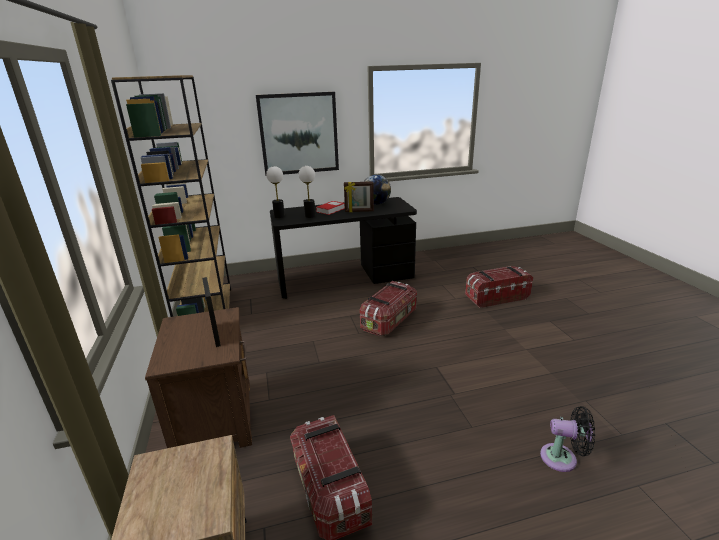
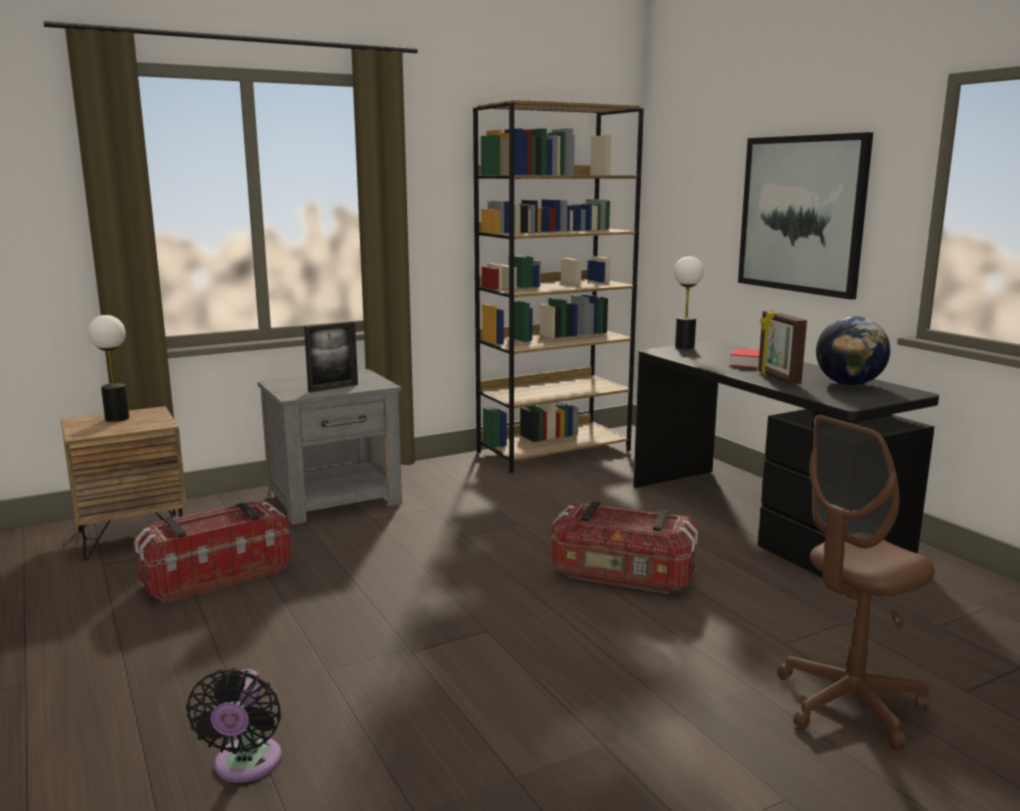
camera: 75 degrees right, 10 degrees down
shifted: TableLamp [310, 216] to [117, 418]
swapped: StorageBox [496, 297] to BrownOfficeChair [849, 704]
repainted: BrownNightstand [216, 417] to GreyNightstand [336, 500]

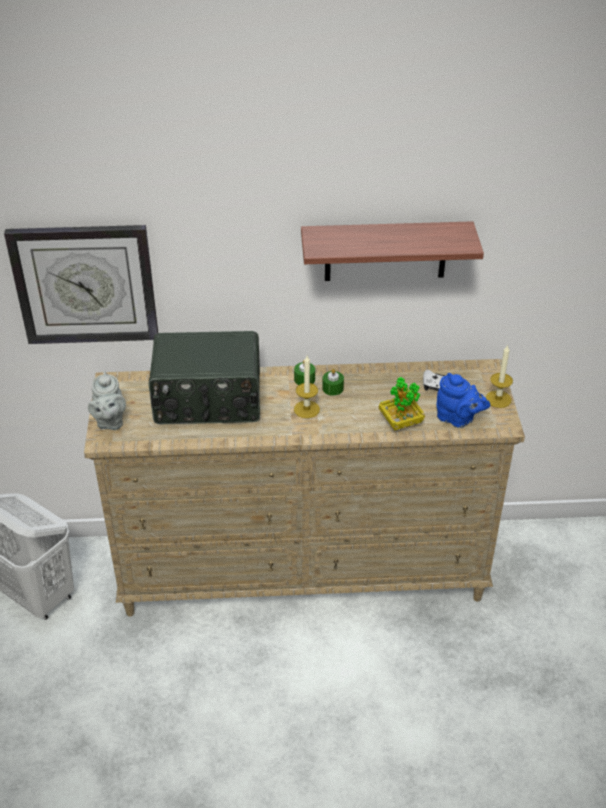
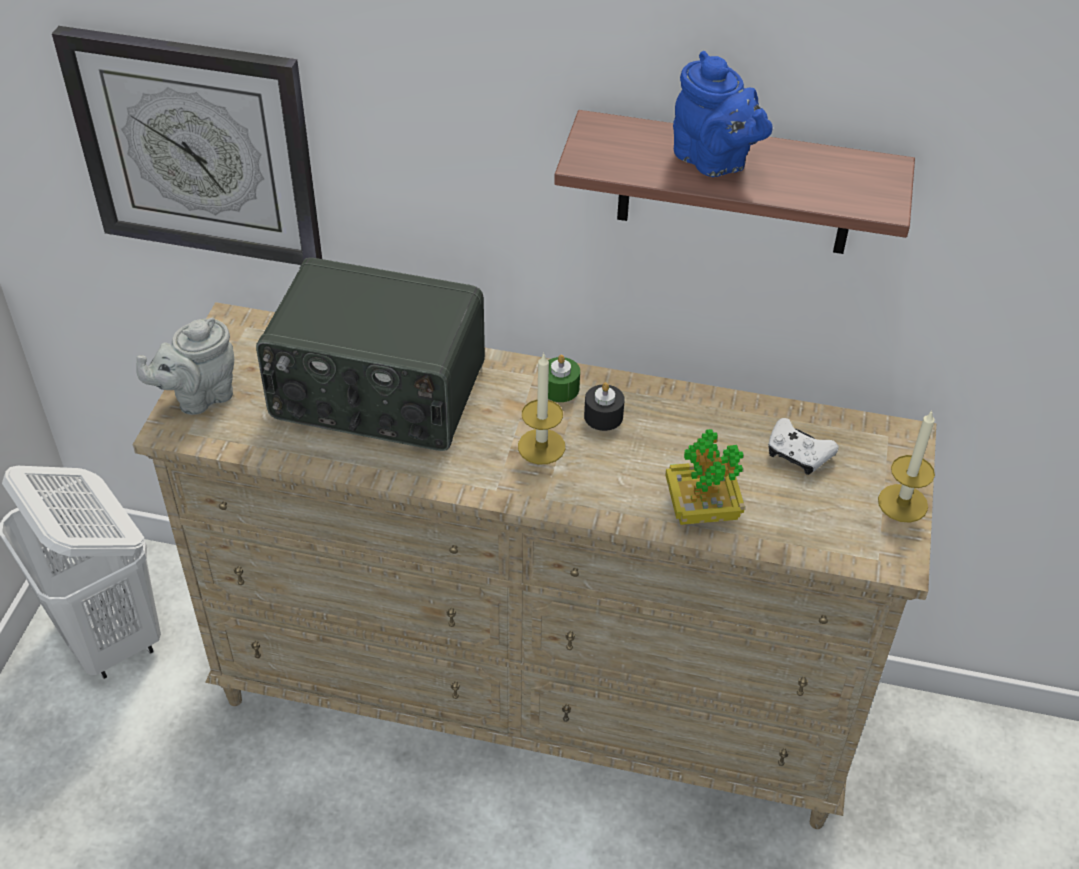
camera: 15 degrees right, 5 degrees up
shifted: BlueTeapot [458, 419] to [714, 162]
repainted: GreenCandle [333, 388] to BlackCandle [603, 416]
rotated: GreyTeapot [110, 421] = [199, 396] 45 degrees clockwise

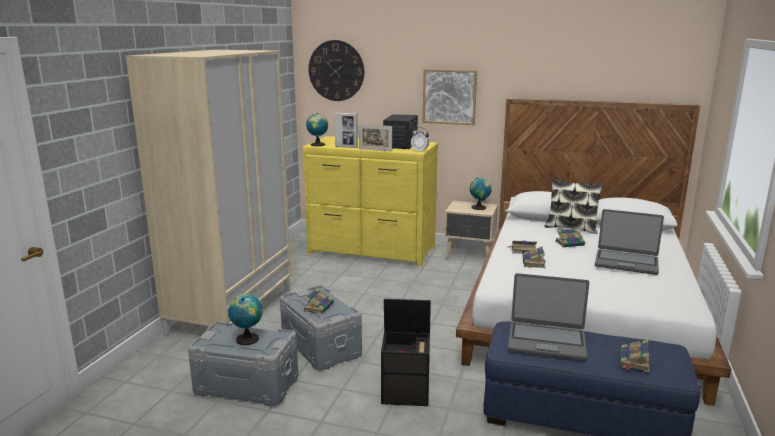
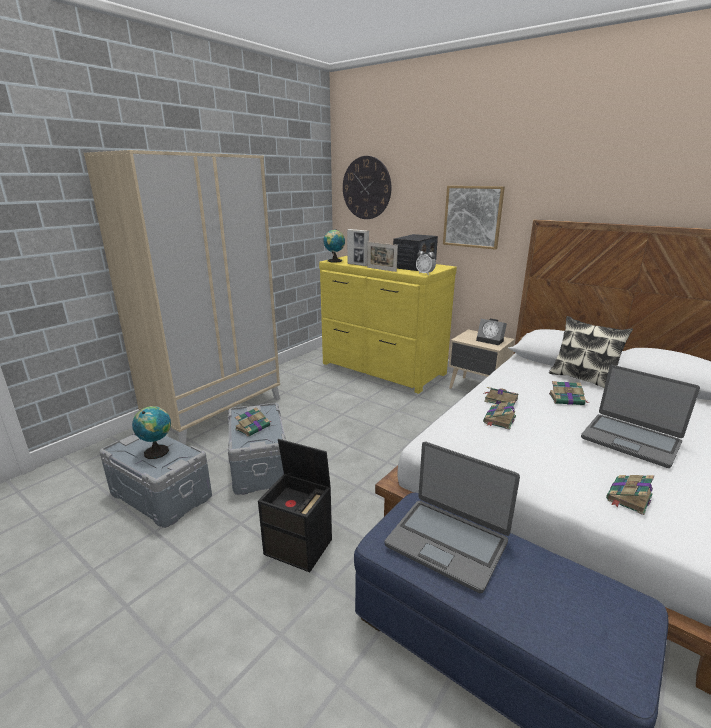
camera: 20 degrees right, 5 degrees up
shifted: Book [634, 362] to [628, 498]
swapped: Globe [480, 208] to AlarmClock [491, 340]

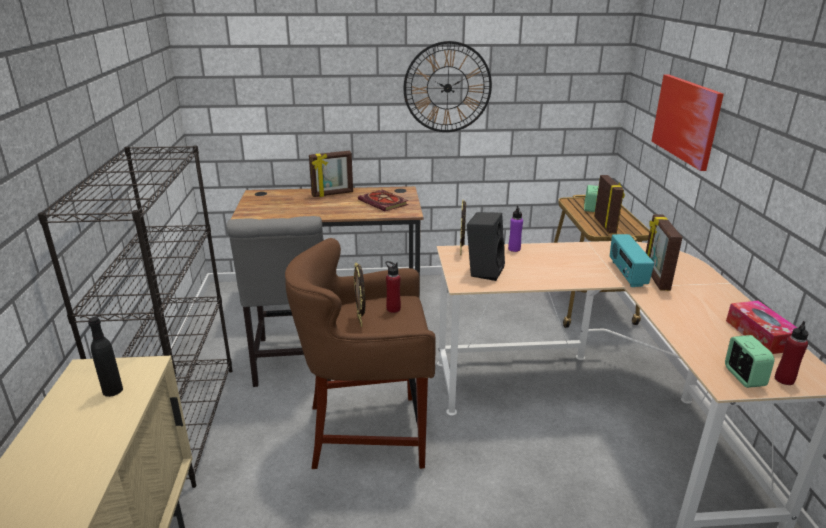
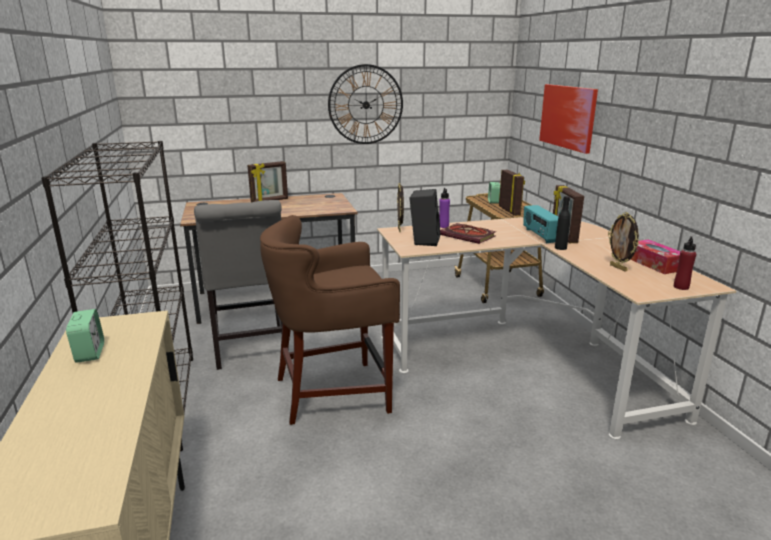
camera: 10 degrees left, 5 degrees down
gone: RedBottle [393, 309]
shifted: BlackBottle [112, 390] to [560, 248]; PictureFrame [360, 321] to [619, 268]; Book [384, 203] to [468, 236]; AlarmClock [743, 377] to [89, 353]

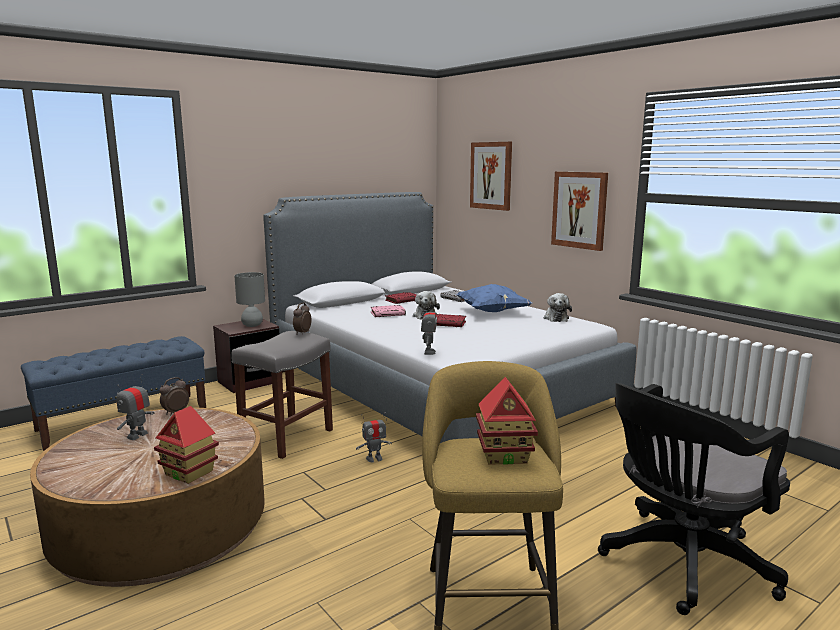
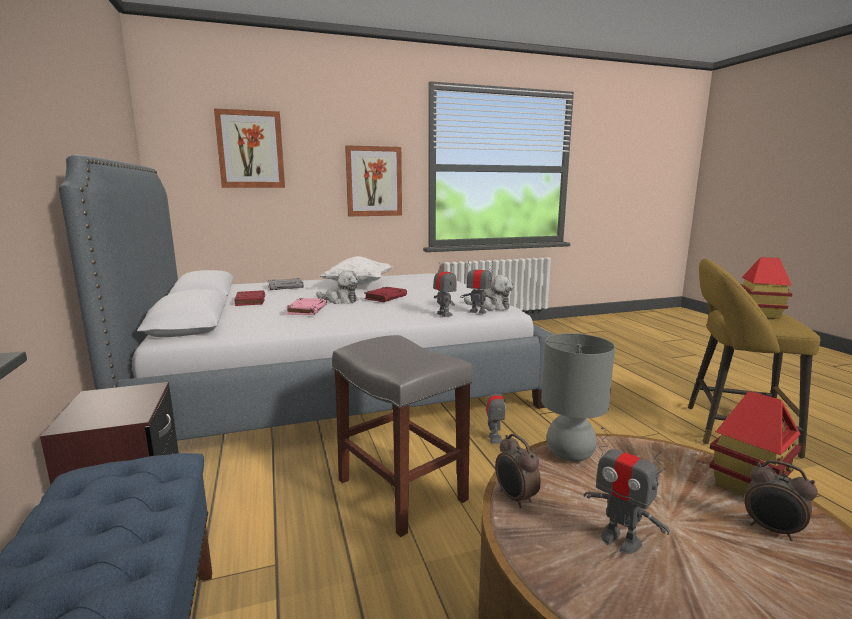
camera: 70 degrees left, 0 degrees up
gone: BlackOfficeChair [681, 564]
new: ToyRobot [444, 314]
shifted: GreyTableLamp [252, 325] to [570, 454]; AlarmClock [302, 333] to [772, 530]; PlushToy [556, 318] to [491, 306]
repainted: BluePillow [492, 312] to WhitePillow [358, 285]

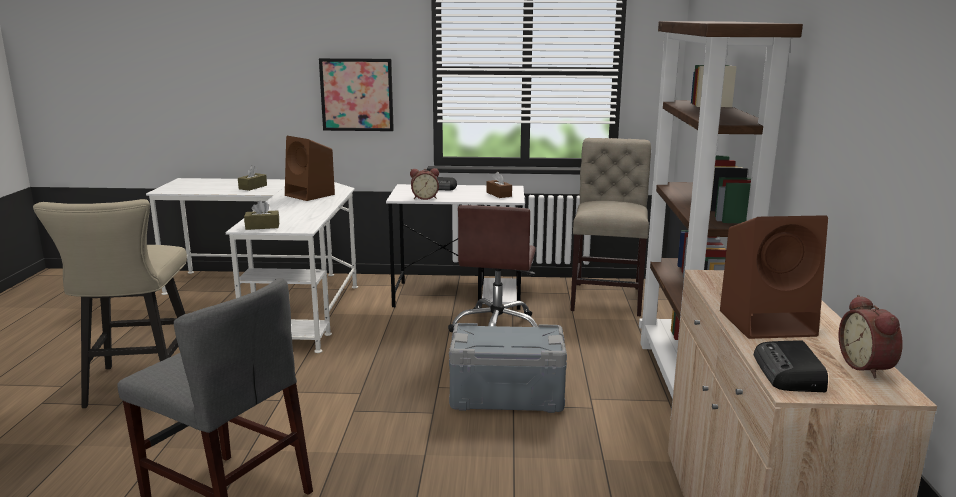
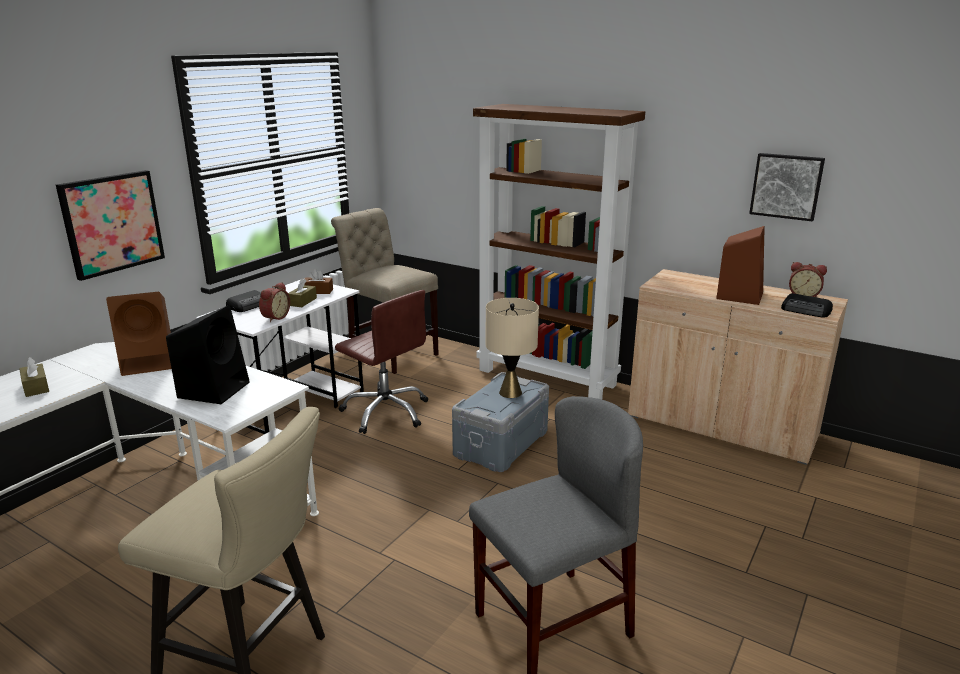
camera: 60 degrees left, 5 degrees up
new: BlackSpeaker [214, 389]; BeigeTableLamp [510, 392]; Picture [786, 186]
shifted: BrownTissueBox [262, 226] to [302, 302]

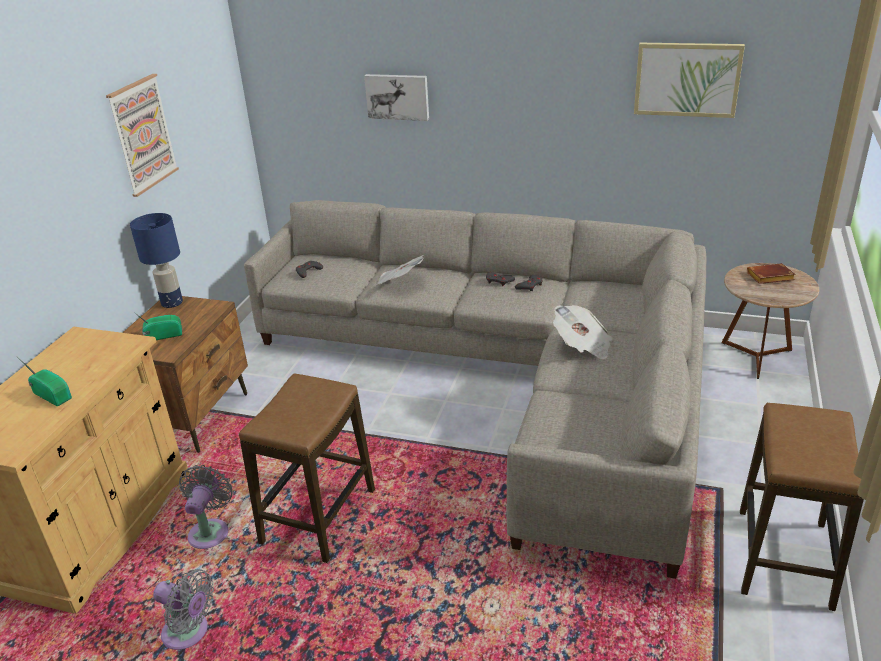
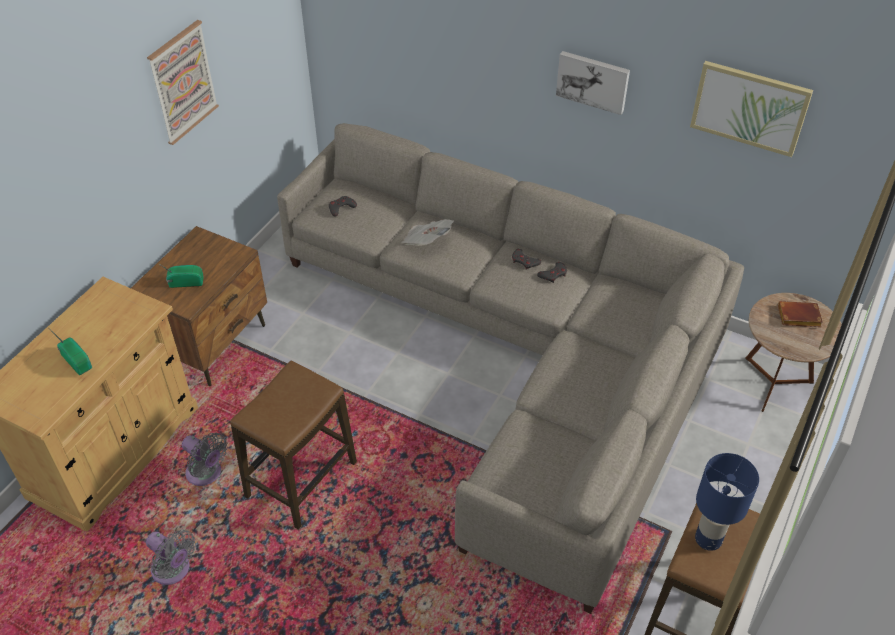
camera: 10 degrees right, 15 degrees up
gone: Newspaper [582, 345]
shifted: BlueTableLamp [172, 303] to [709, 539]; Picture [398, 96] to [593, 81]
rotated: GreyFan [210, 531] = [206, 474] 105 degrees clockwise

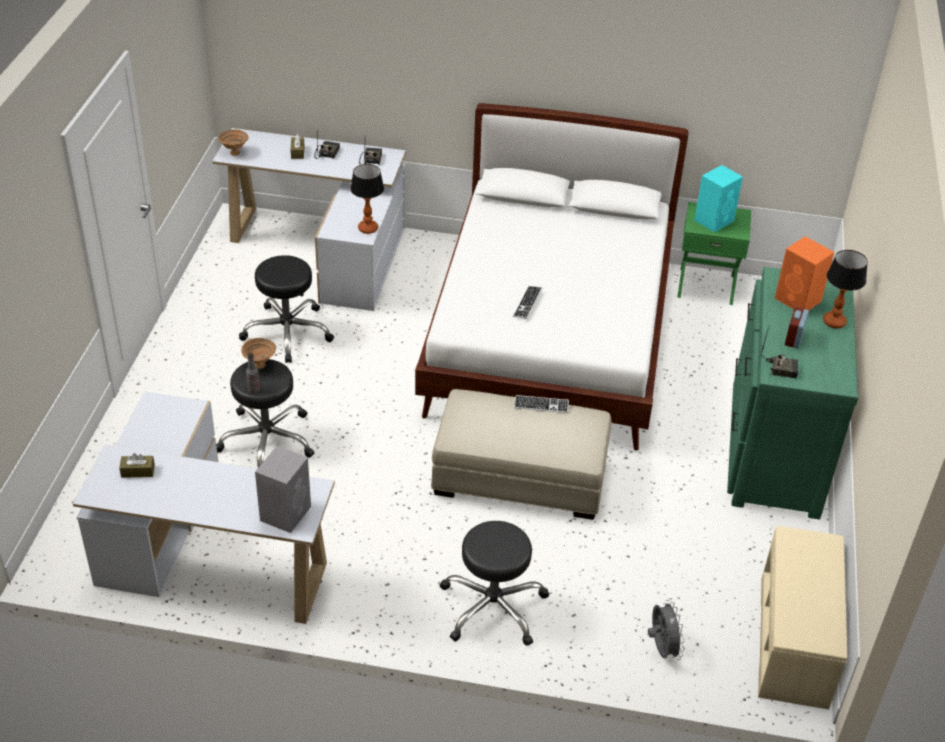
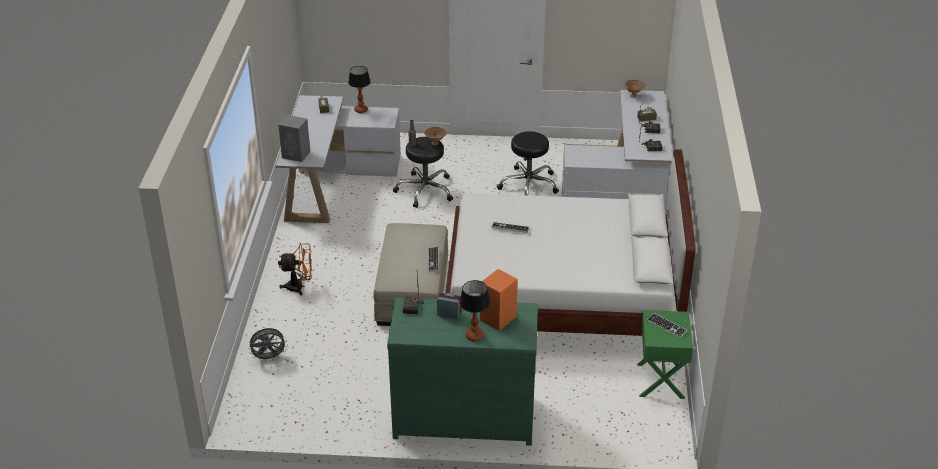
camera: 85 degrees right, 5 degrees down
gone: BeigeBench [795, 643]
shifted: TableLamp [367, 228] to [361, 110]
swapped: BlackStool [493, 606] to OrangeFan [299, 287]; TurquoiseSpeaker [714, 220] to Keyboard [666, 326]

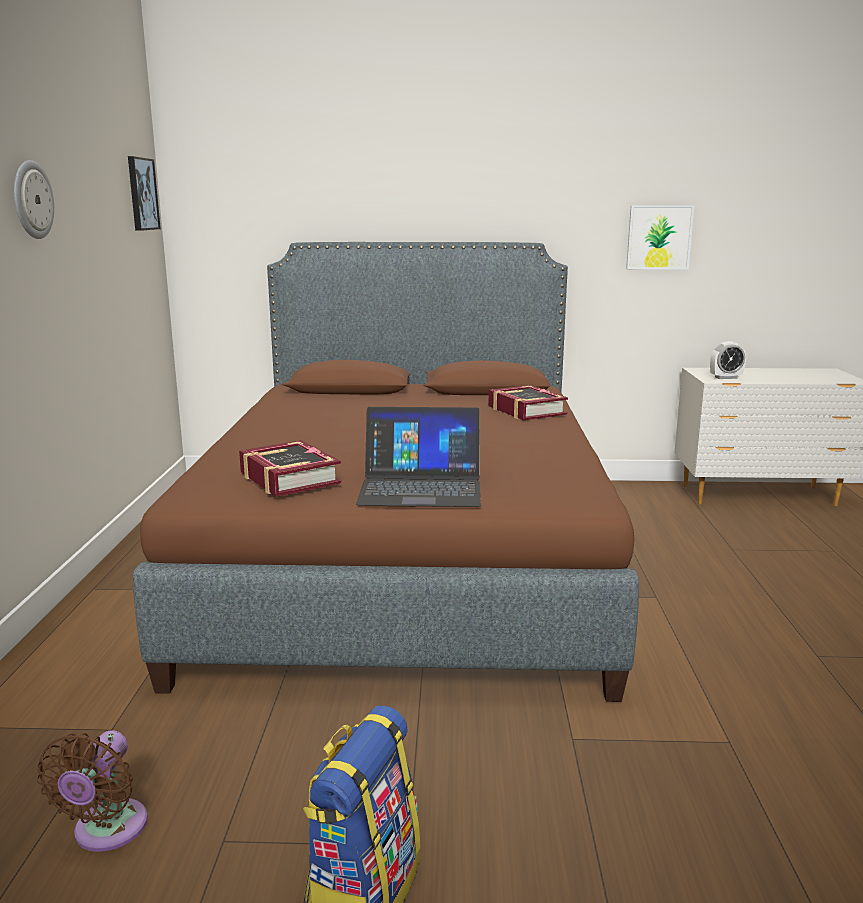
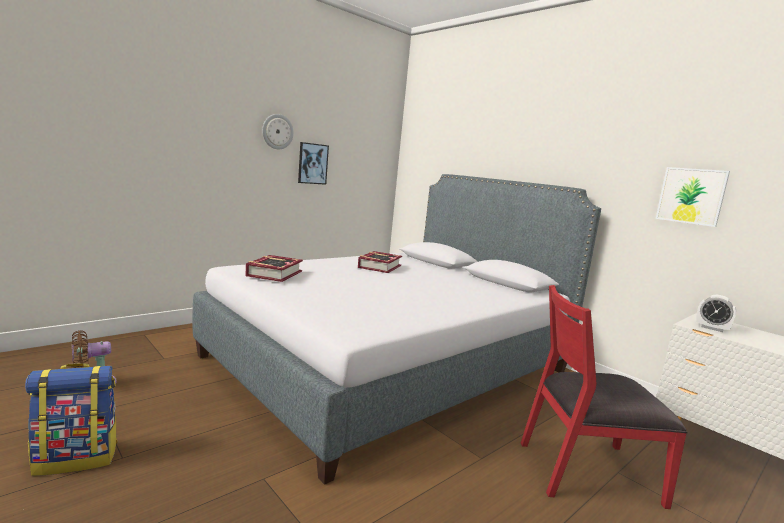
camera: 45 degrees right, 5 degrees down
gone: Laptop [421, 487]
new: RedChair [586, 471]
shifted: Picture [142, 194] to [312, 163]; Book [526, 410] to [379, 266]
repainted: BrownBed [405, 559] to GreyBed [391, 363]

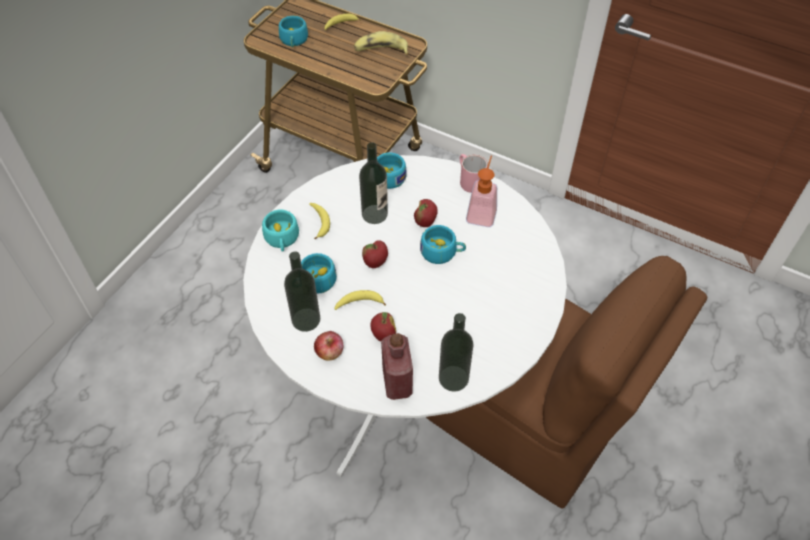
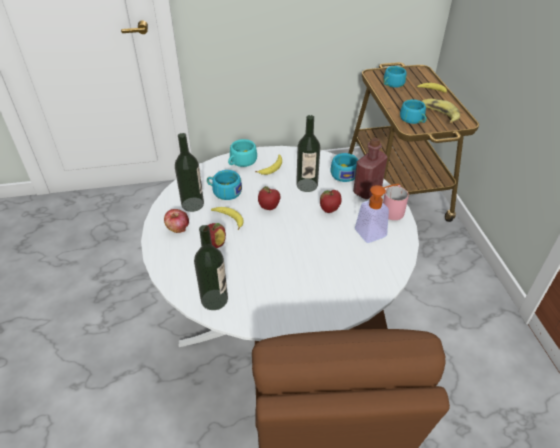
camera: 50 degrees right, 10 degrees down
shifted: RedBottle [397, 382] to [367, 190]; TurquoiseCup [442, 252] to [413, 120]

